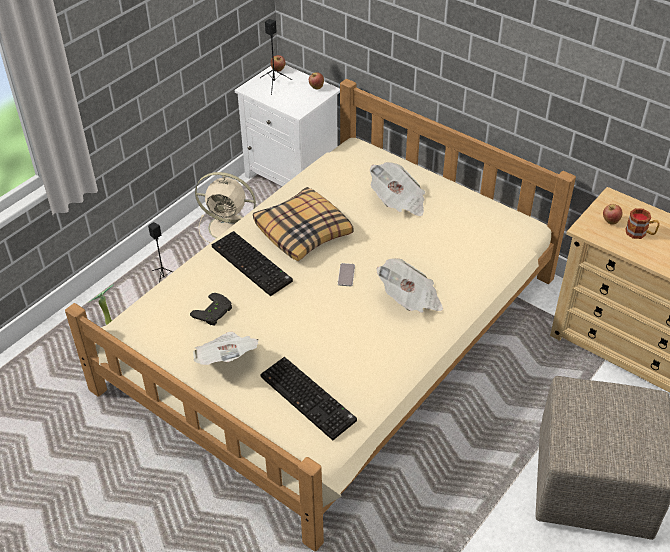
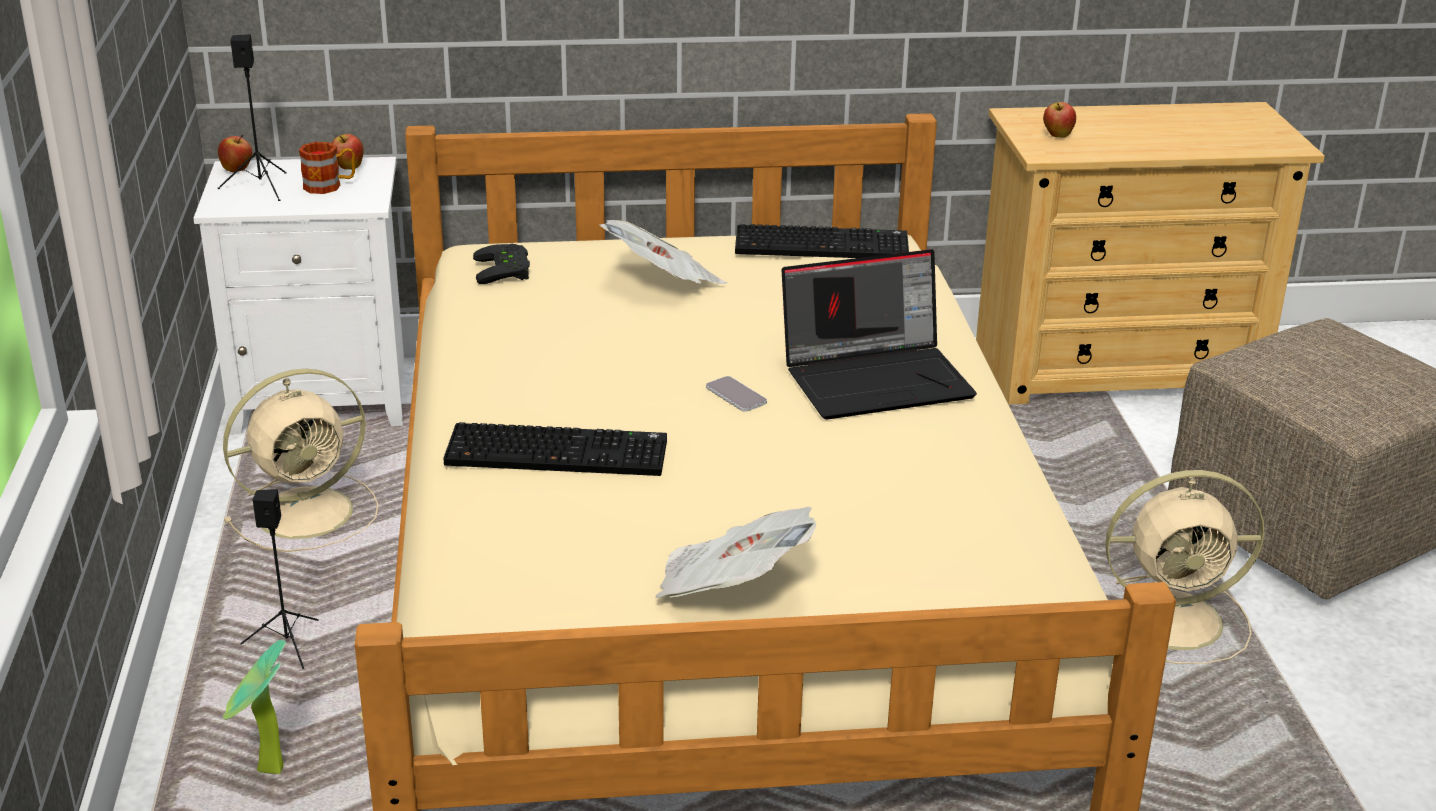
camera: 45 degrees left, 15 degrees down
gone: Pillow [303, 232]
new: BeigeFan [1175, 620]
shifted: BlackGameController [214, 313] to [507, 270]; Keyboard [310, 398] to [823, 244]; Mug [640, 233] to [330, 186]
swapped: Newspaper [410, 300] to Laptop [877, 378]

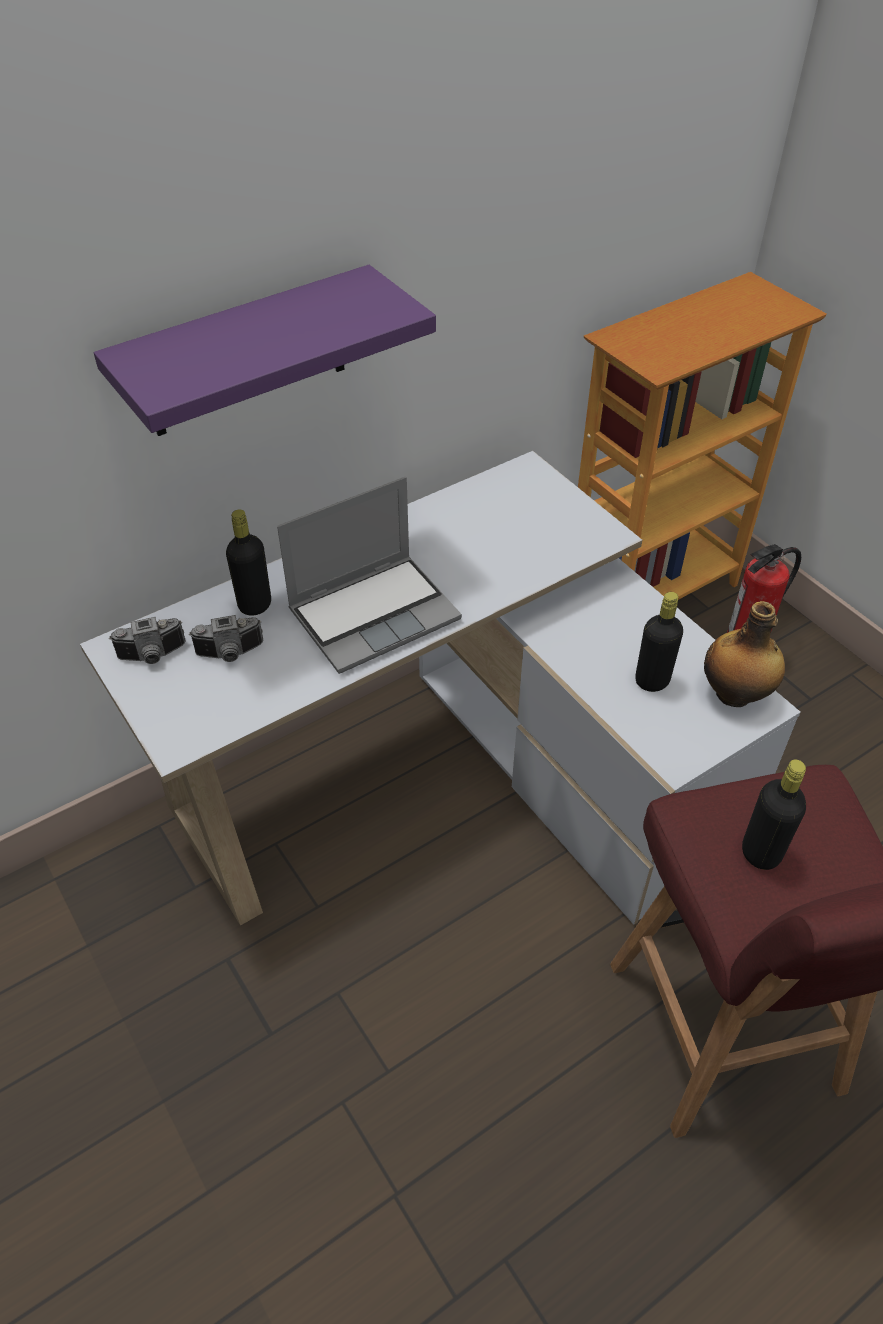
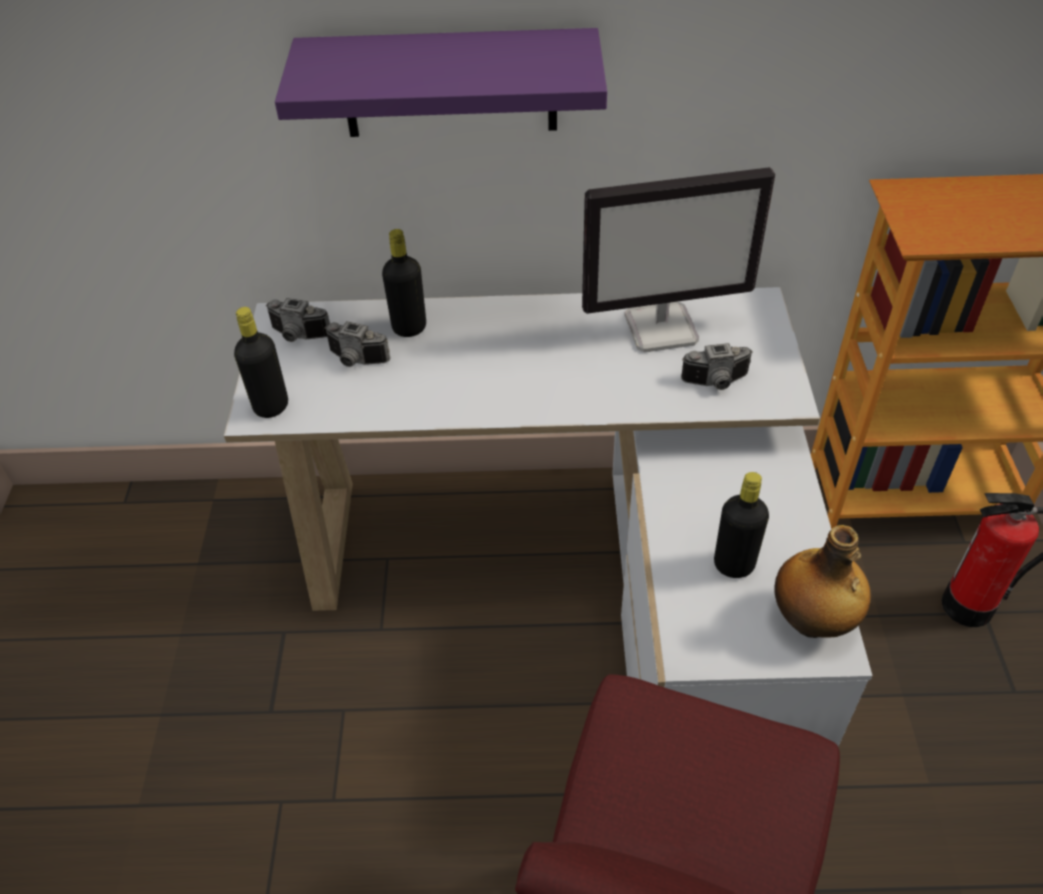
camera: 35 degrees right, 0 degrees up
gone: Laptop [375, 613]
new: Monitor [662, 328]; PhotoCamera [716, 383]
shifted: BlackBottle [761, 852] to [271, 406]

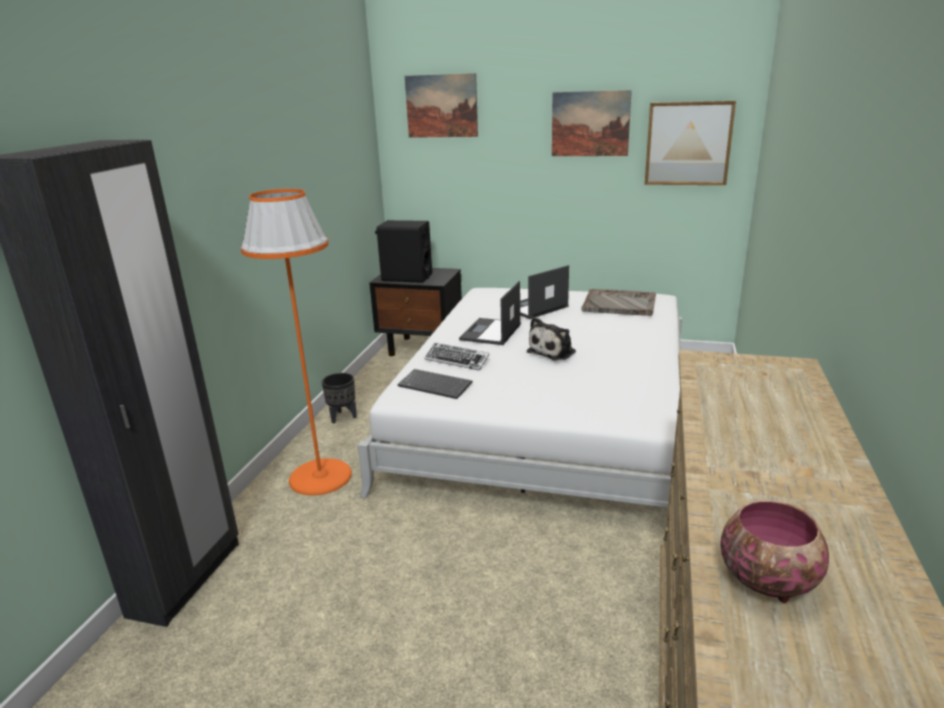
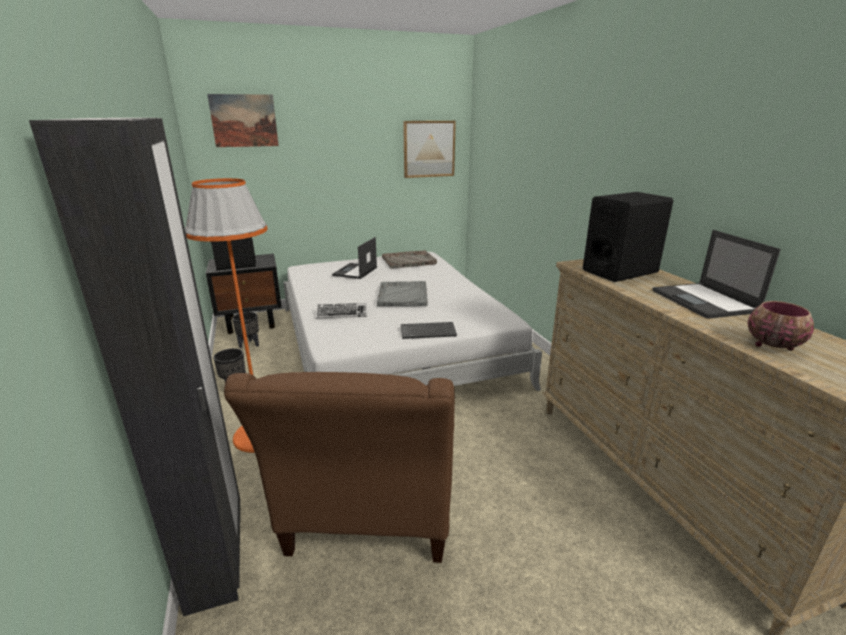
camera: 35 degrees left, 0 degrees up
gone: Picture [590, 124]
new: BrownArmchair [369, 518]; BlackPlanter [249, 344]; BlackSpeaker [620, 271]
shifted: Keyboard [436, 385] to [428, 331]; Laptop [490, 332] to [705, 301]
swapped: PlushToy [553, 351] to GreyTray [403, 295]

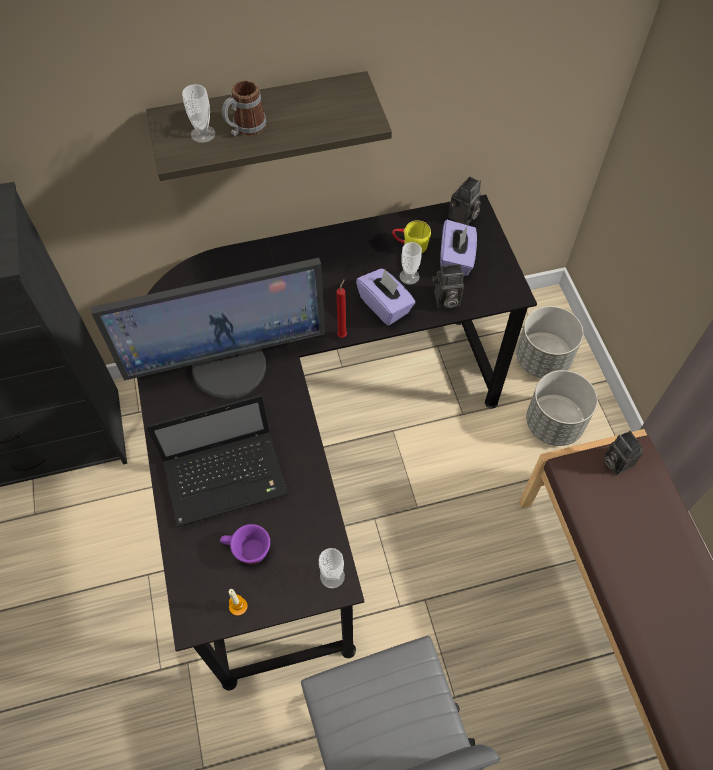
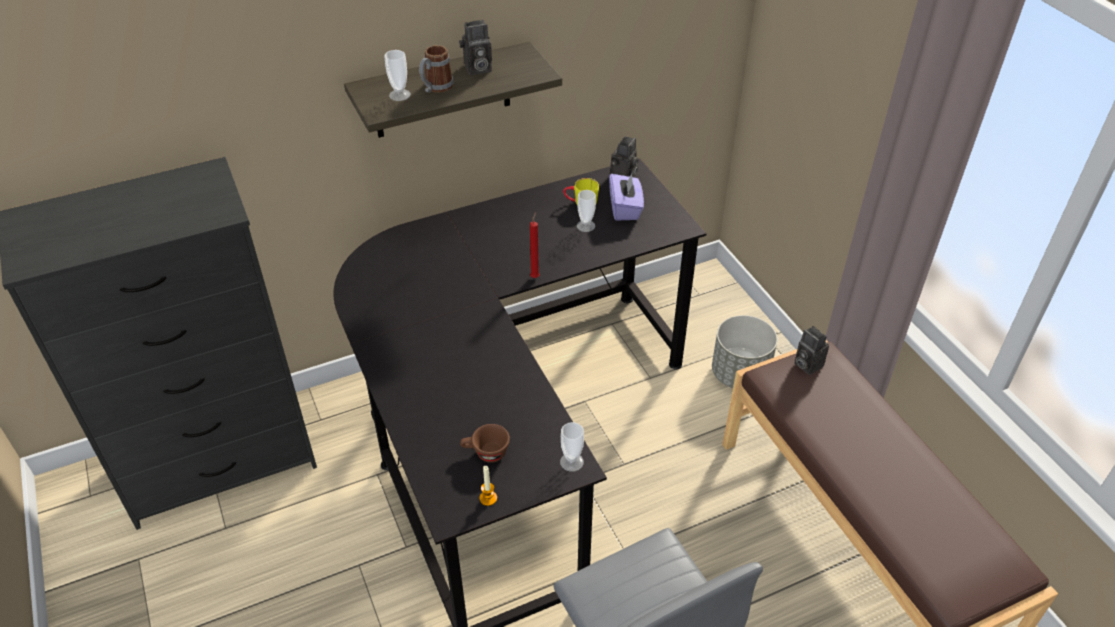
camera: 10 degrees left, 15 degrees down
gone: Monitor [229, 365]; Laptop [227, 477]; PurpleTissueBox [385, 306]; GreyPlanter [542, 360]
shifted: PhotoCamera [445, 300] to [477, 69]
repainted: PurpleCup [247, 550] to BrownCup [485, 453]

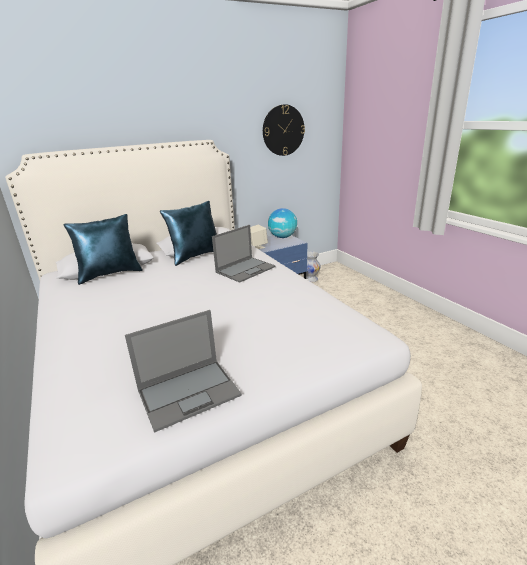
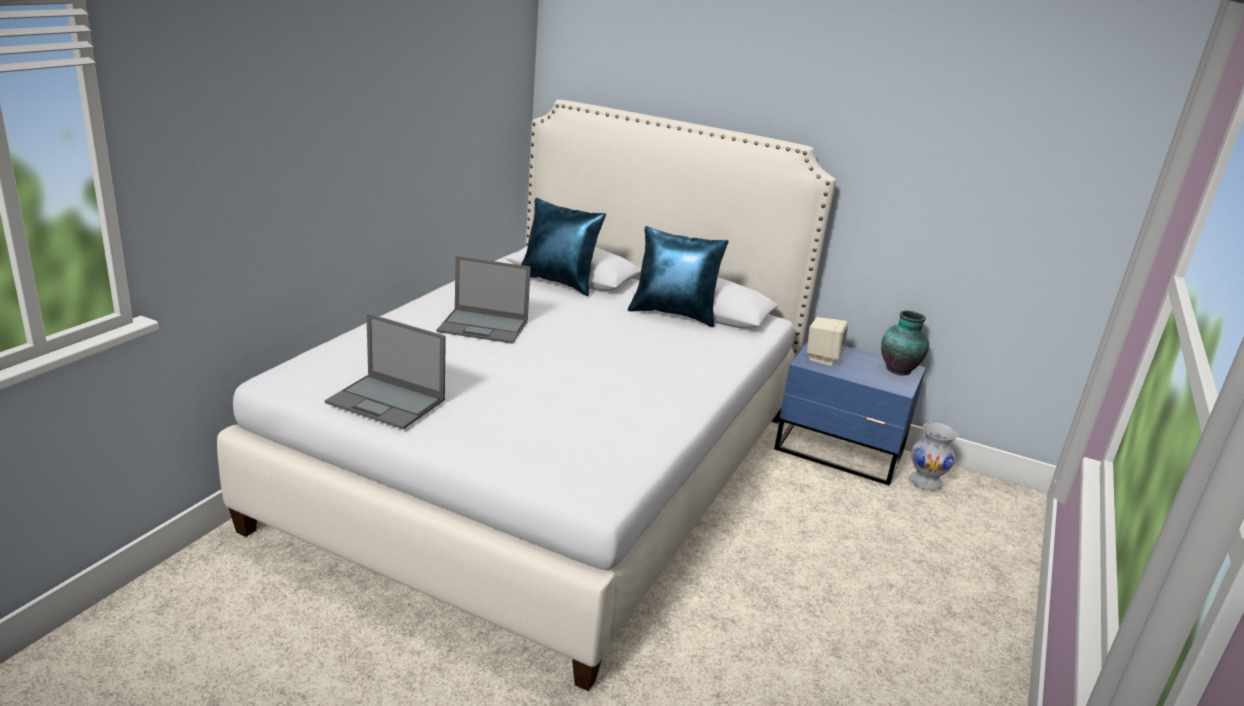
camera: 50 degrees right, 0 degrees up
gone: WallClock [283, 130]
shifted: Laptop [246, 269] to [484, 326]
swapped: Globe [282, 237] to Vase [899, 369]

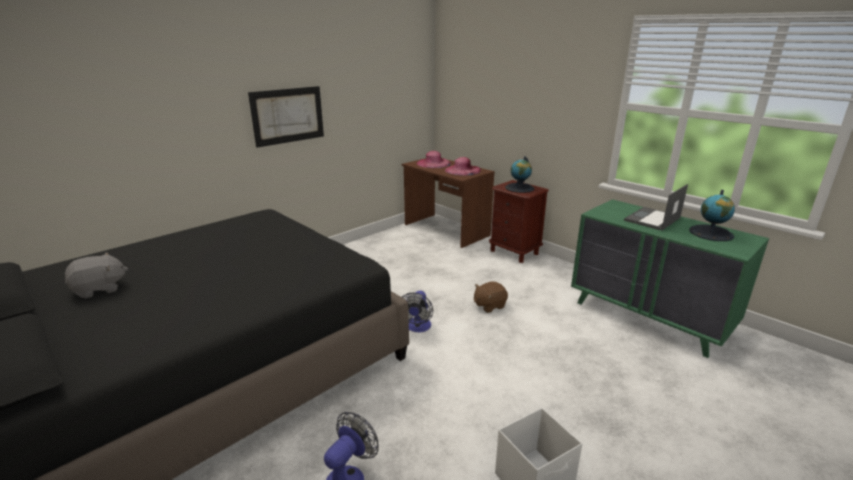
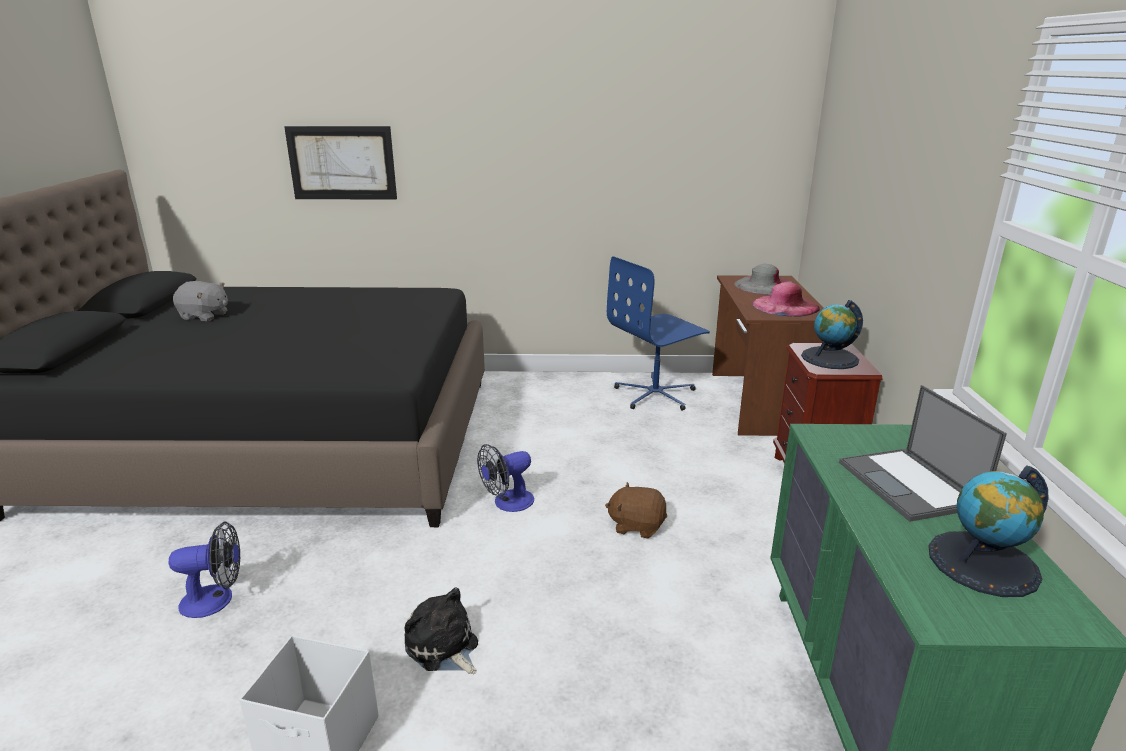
camera: 45 degrees right, 0 degrees up
new: PlushToy [443, 648]; BlueOfficeChair [656, 394]
shifted: Picture [288, 115] to [342, 163]
repainted: PinkHat [433, 163] to GreyHat [764, 285]
rotated: Laptop [652, 219] = [910, 485] 105 degrees counterclockwise

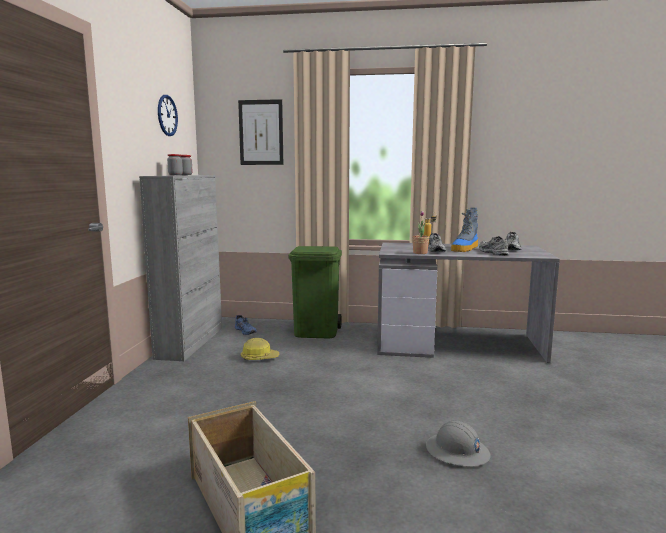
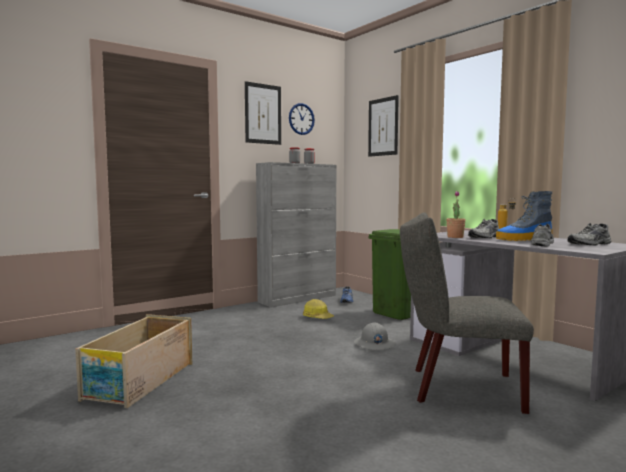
camera: 45 degrees right, 5 degrees down
new: Picture [263, 114]; GreyChair [457, 388]
shifted: GreyHardHat [457, 452] to [374, 344]

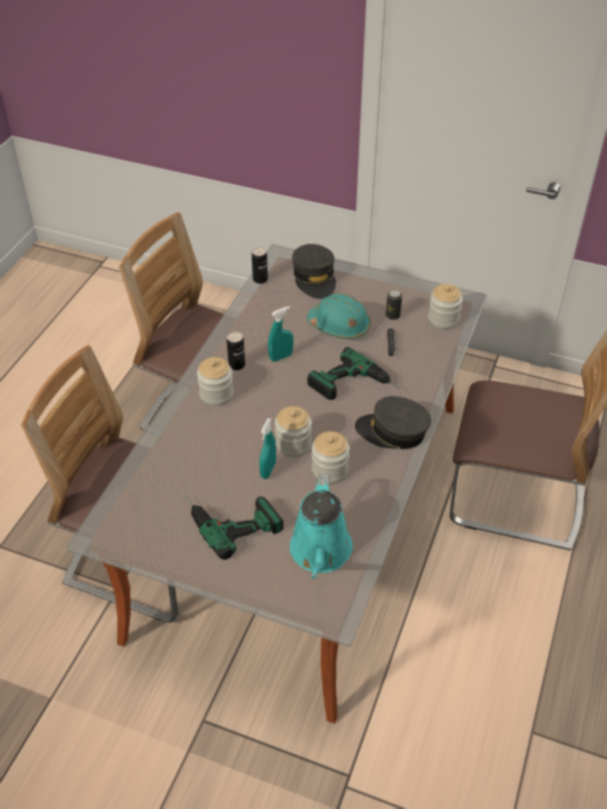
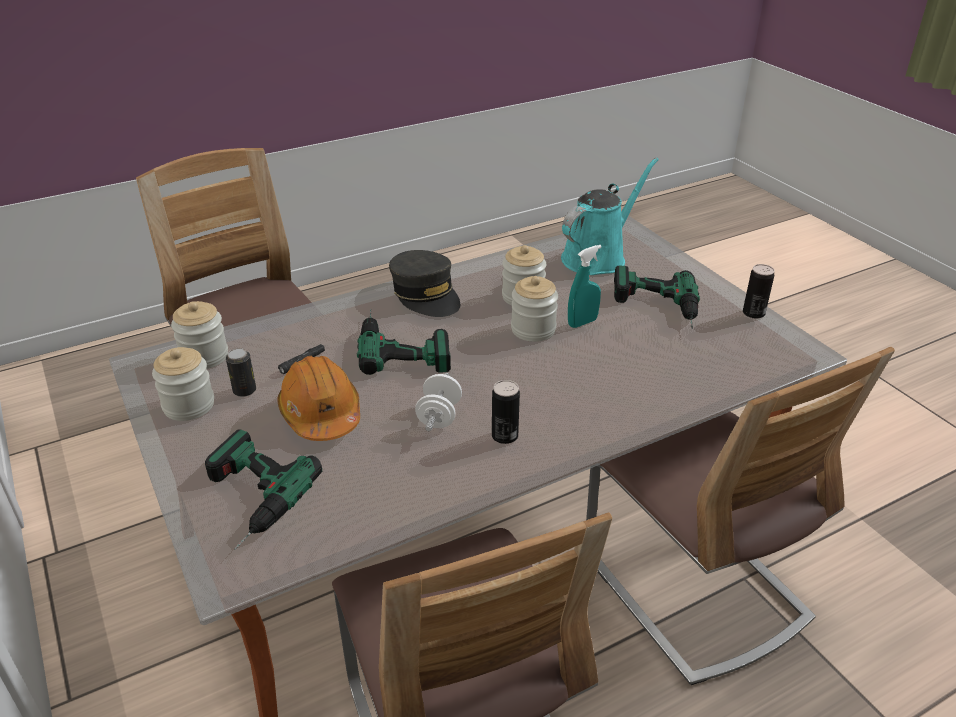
camera: 140 degrees left, 10 degrees down
shifted: Jar [216, 394] to [189, 405]; Can [260, 279] to [753, 313]
swapped: TurquoiseSprayBottle [281, 357] to WhiteDumbbell [439, 416]; GreyCap [314, 278] to PowerDrill [246, 499]
repainted: TurquoiseHardHat [339, 326] to OrangeHardHat [321, 413]

